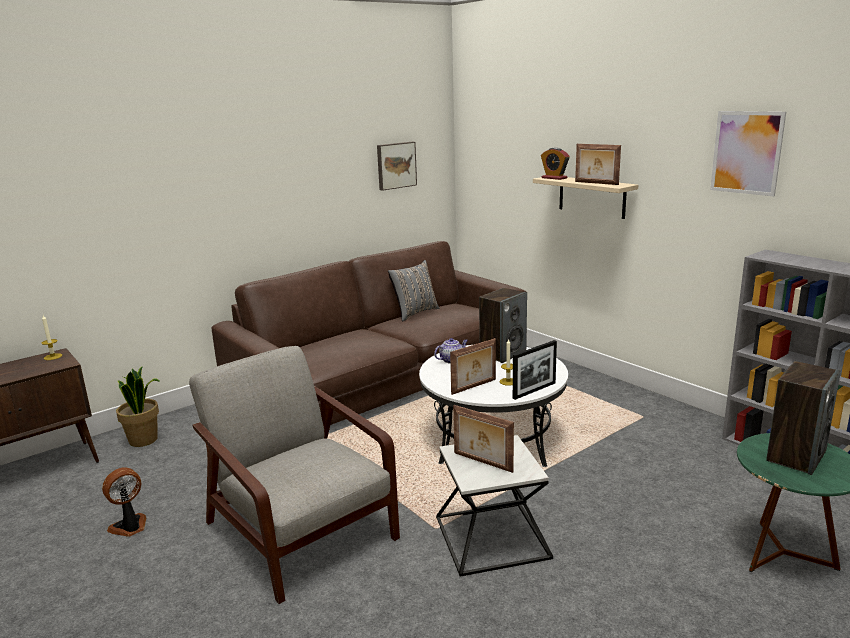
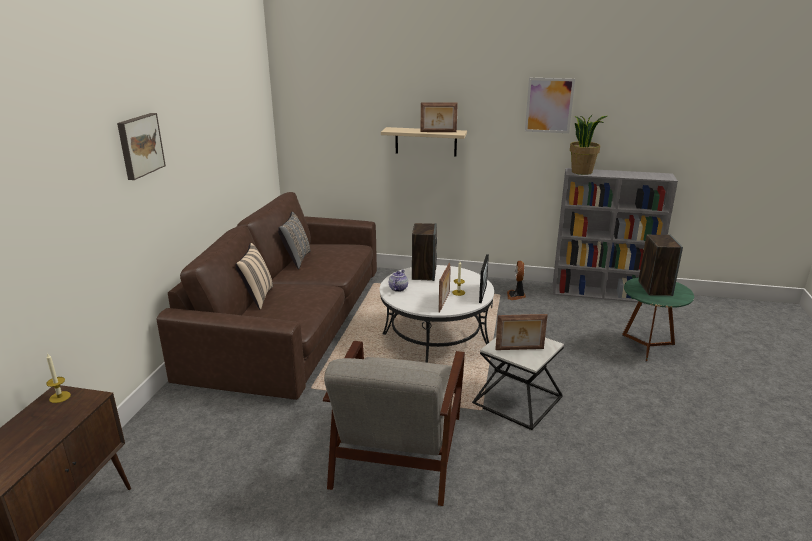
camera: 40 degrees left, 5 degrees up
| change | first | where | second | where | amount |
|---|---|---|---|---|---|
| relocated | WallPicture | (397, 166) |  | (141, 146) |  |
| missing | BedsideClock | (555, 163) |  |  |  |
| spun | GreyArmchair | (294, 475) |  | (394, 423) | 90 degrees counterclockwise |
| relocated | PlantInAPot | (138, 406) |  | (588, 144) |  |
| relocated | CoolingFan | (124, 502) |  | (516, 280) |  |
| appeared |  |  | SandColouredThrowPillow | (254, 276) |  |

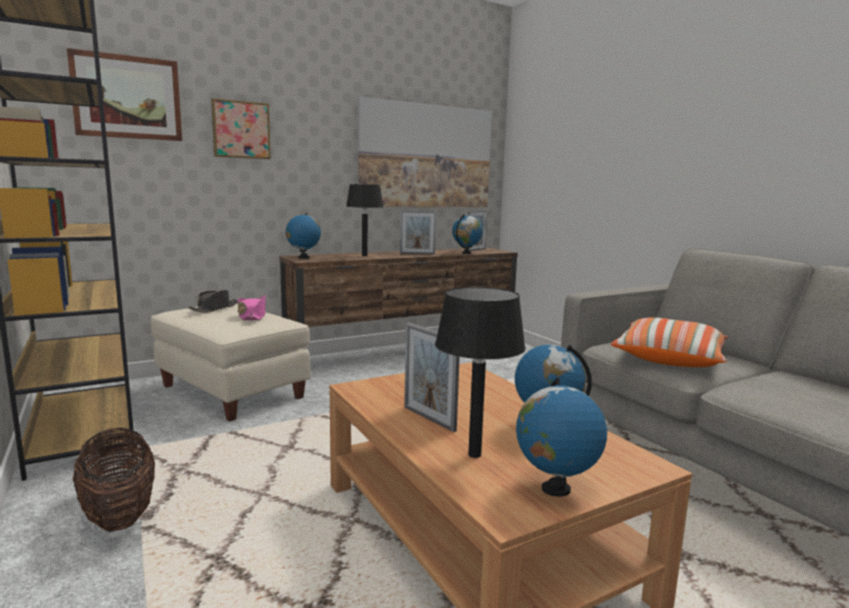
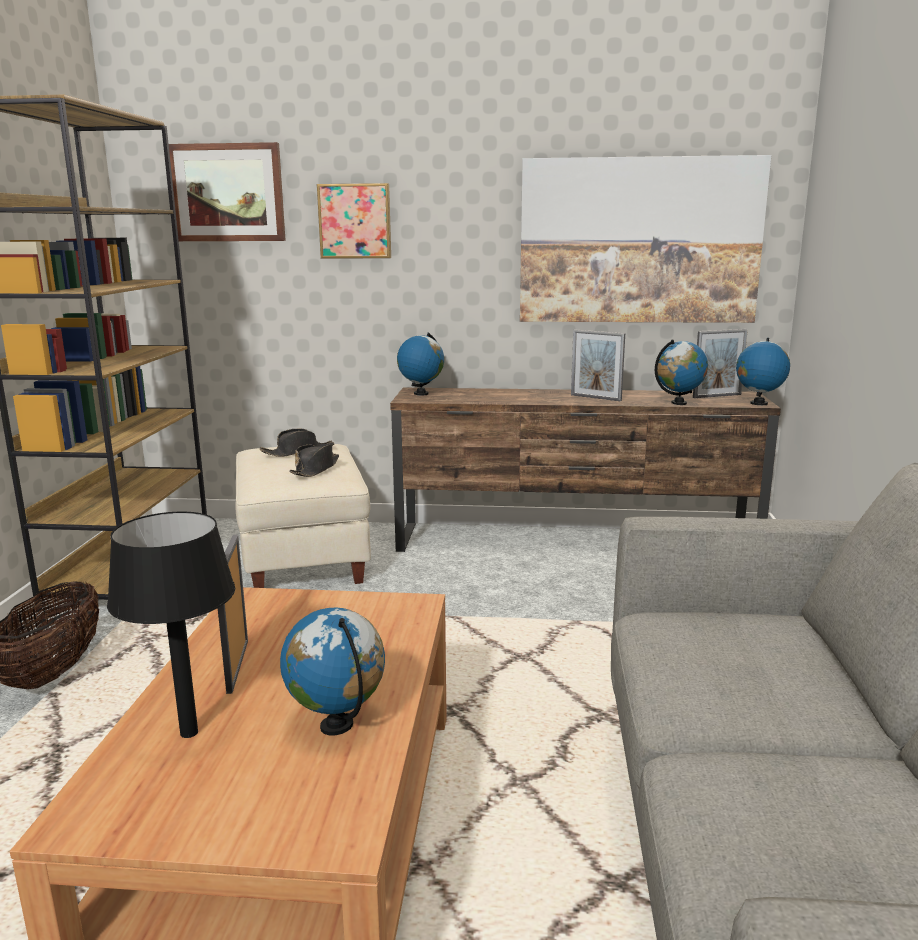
camera: 35 degrees right, 5 degrees up
| change | first | where | second | where | amount |
|---|---|---|---|---|---|
| missing | BlackTabletopLamp | (364, 220) |  |  |  |
| colour | PinkColouredHat | (252, 307) | BlackHat | (314, 460) |  |
| missing | ThrowPillow | (669, 342) |  |  |  |
| relocated | DeskGlobe | (561, 437) |  | (763, 371) |  |

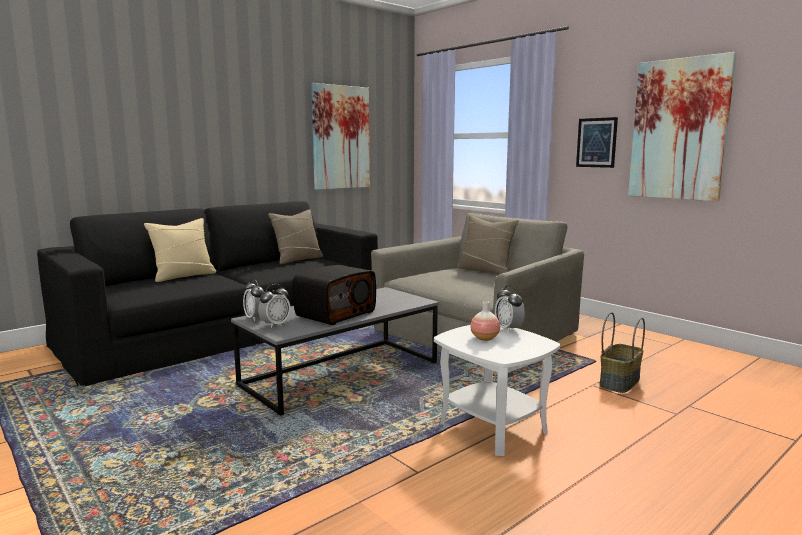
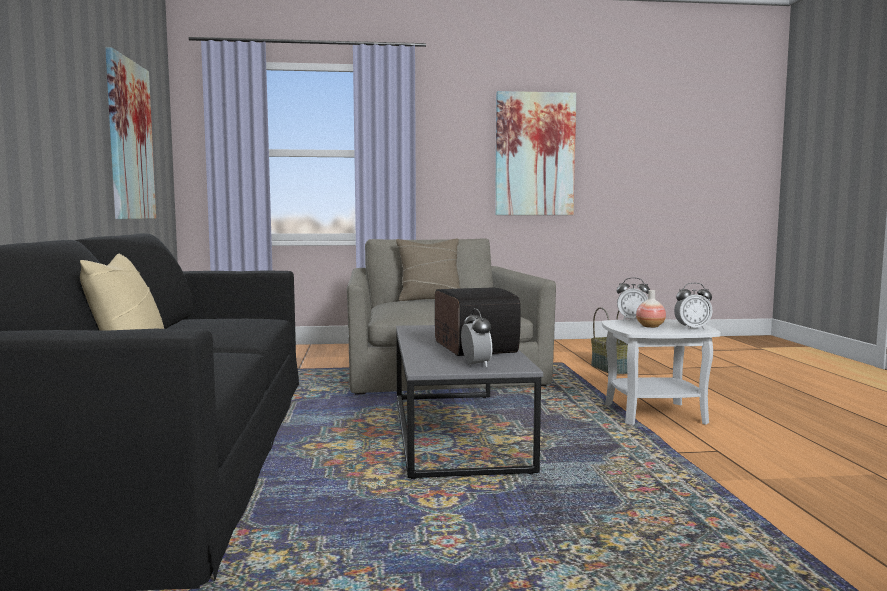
camera: 55 degrees left, 5 degrees down
| change | first | where | second | where | amount |
|---|---|---|---|---|---|
| missing | WallPicture | (597, 142) |  |  |  |
| missing | SandColouredThrowPillow | (295, 236) |  |  |  |
| relocated | BedsideClock | (253, 300) |  | (693, 306) |  |

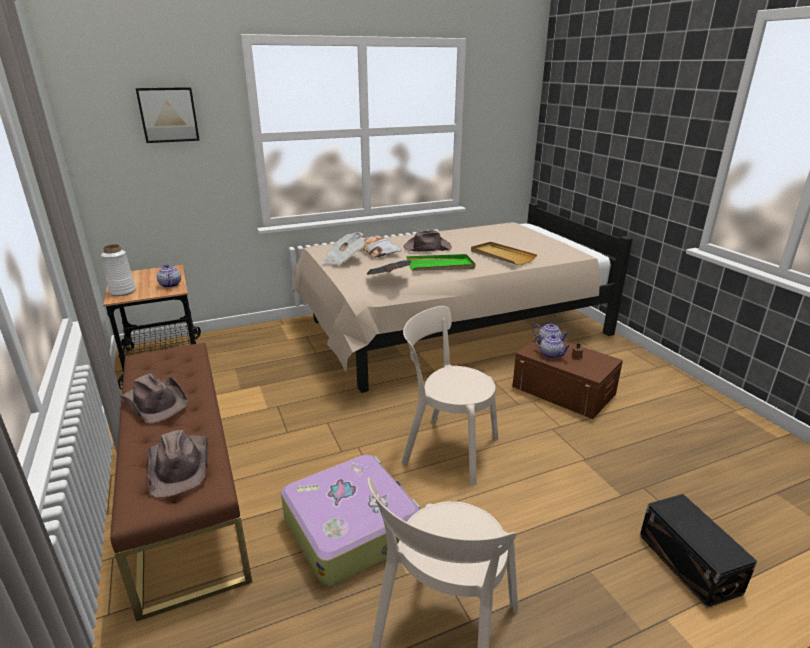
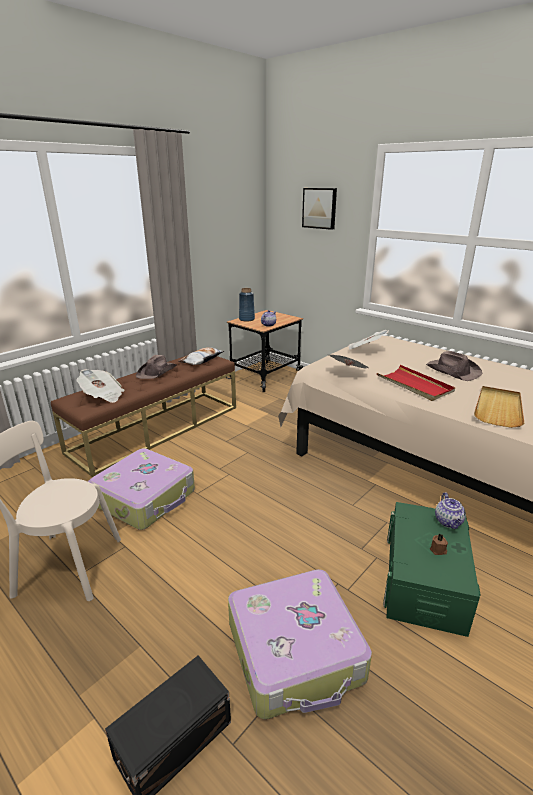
camera: 65 degrees right, 0 degrees up
| change | first | where | second | where | amount |
|---|---|---|---|---|---|
| relocated | ThrowPillow | (381, 247) |  | (201, 356) |  |
| colour | WhiteDecorativeVase | (118, 270) | BlueDecorativeVase | (247, 305) |  |
| colour | GreenServingTray | (440, 262) | RedColouredServingTray | (416, 383) |  |
| missing | SandColouredChair | (450, 395) |  |  |  |
| missing | TeaPot | (553, 346) |  |  |  |
| colour | BrownStorageContainer | (567, 378) | GreenStorageContainer | (432, 569) |  |
| exchanged | BrownHat | (178, 464) | DailyPaper | (100, 386) |  |
| appeared |  |  | Suitcase | (300, 644) |  |

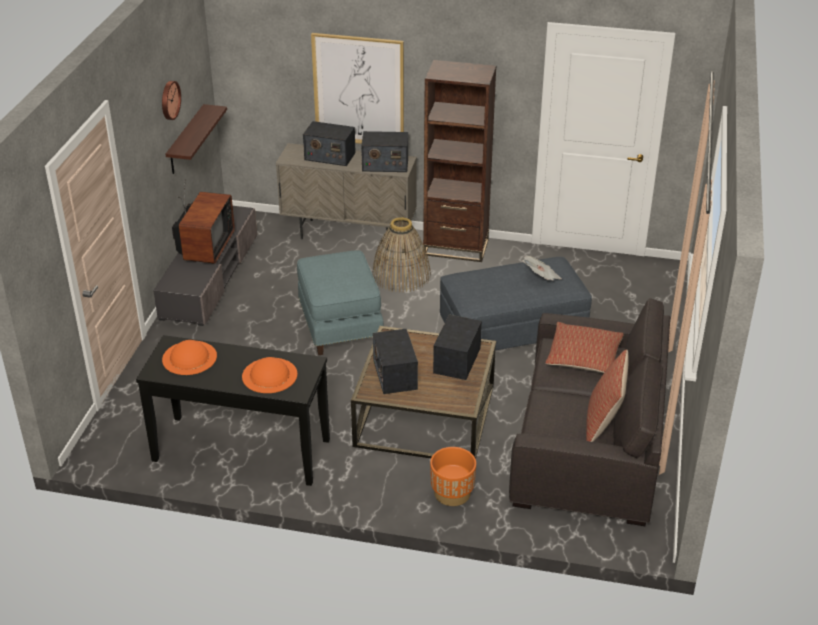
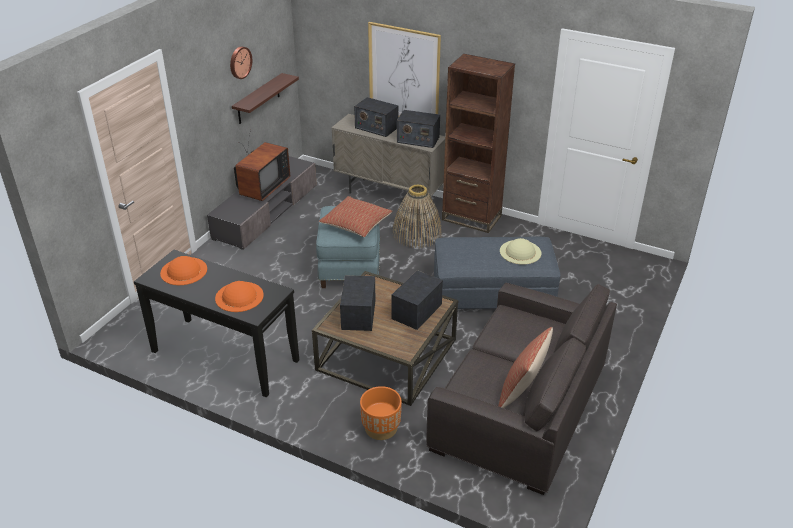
camera: 15 degrees right, 0 degrees up
| change | first | where | second | where | amount |
|---|---|---|---|---|---|
| exchanged | DailyPaper | (542, 268) | SandColouredHat | (520, 251) |  |
| relocated | ThrowPillow | (585, 347) |  | (356, 216) |  |

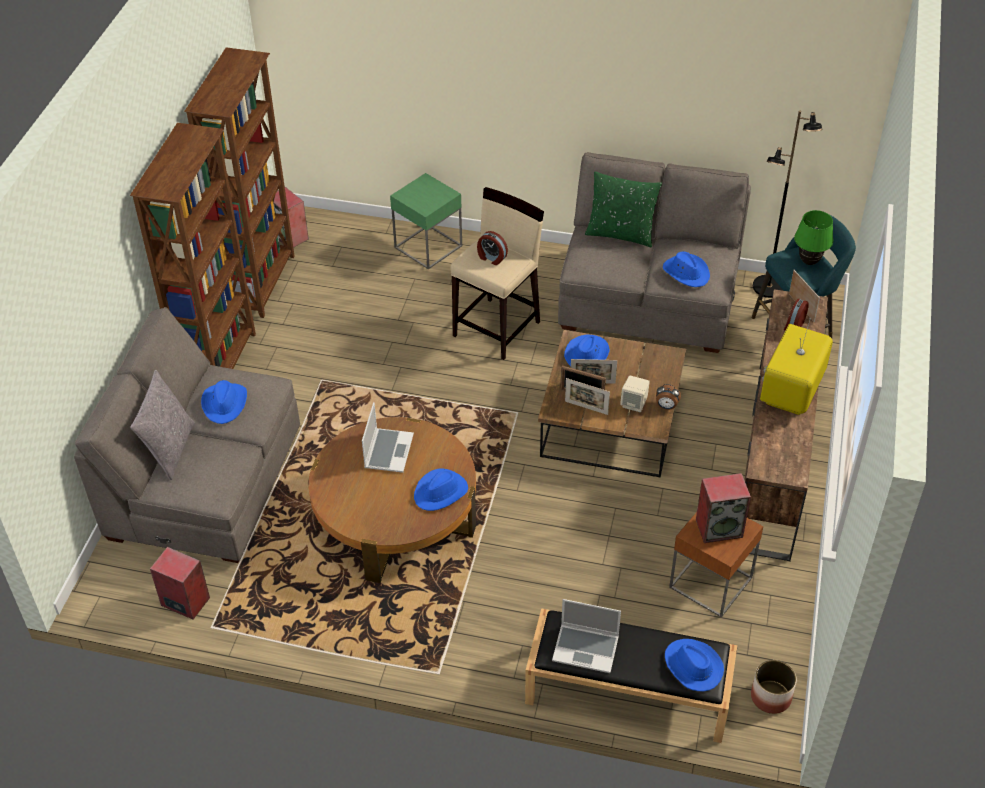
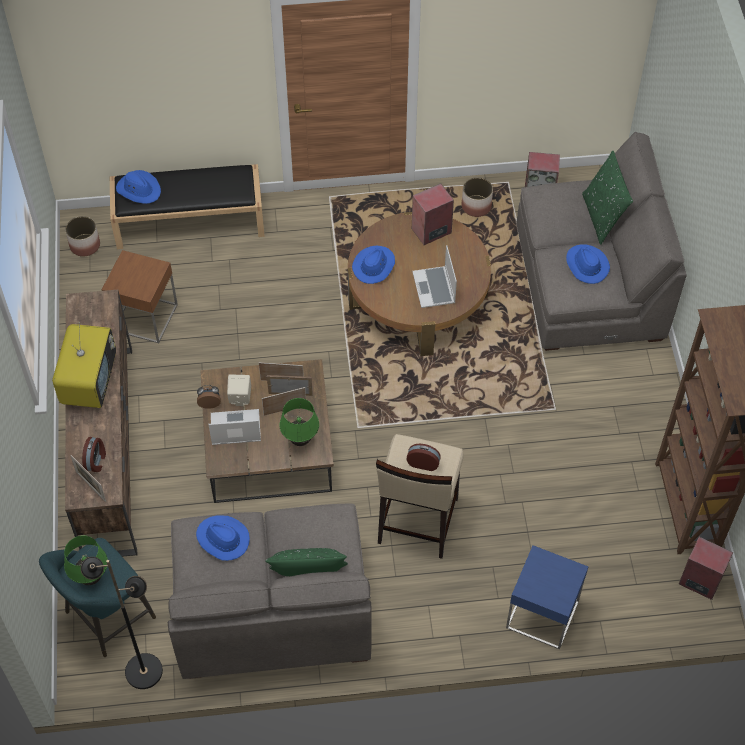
camera: 160 degrees right, 10 degrees up
| change | first | where | second | where | amount |
|---|---|---|---|---|---|
| missing | BrownBookcase | (193, 246) |  |  |  |
| colour | GreenSideTable | (426, 221) | BlueSideTable | (547, 597) |  |
| exchanged | BlueHat | (587, 350) | GreenTabletopLamp | (299, 422) |  |
| colour | GreyThrowPillow | (162, 425) | GreenThrowPillow | (607, 198) |  |
| relocated | AudioSpeaker | (723, 508) |  | (433, 214) |  |
| relocated | PortableComputer | (586, 636) |  | (235, 427) |  |
| appeared |  |  | Planter | (477, 197) |  |

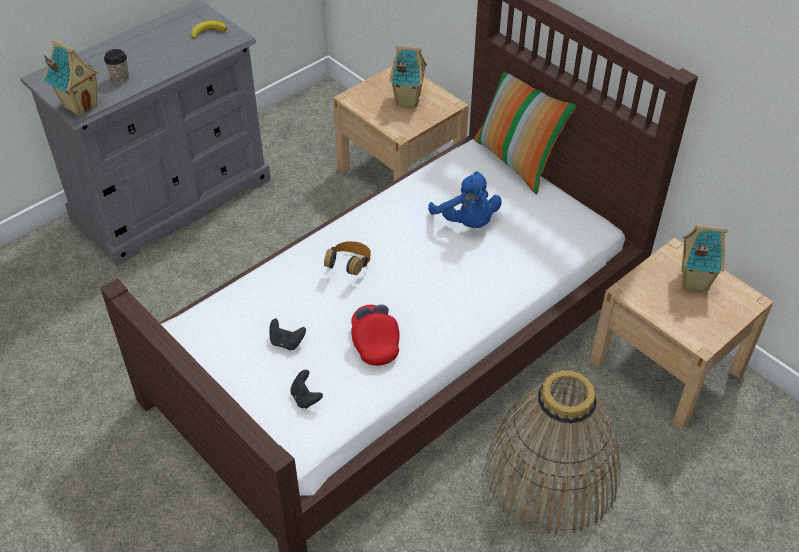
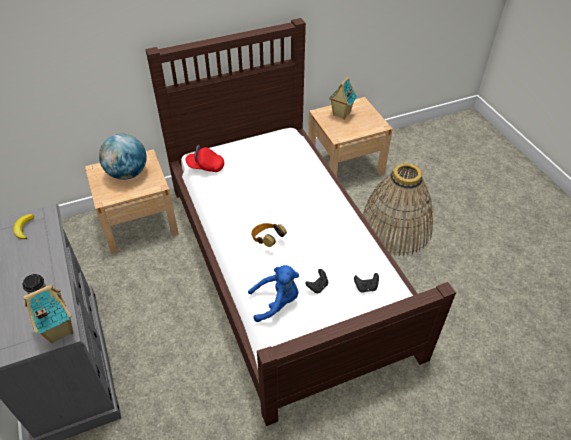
camera: 70 degrees left, 0 degrees up
| change | first | where | second | where | amount |
|---|---|---|---|---|---|
| exchanged | ModelHouse | (408, 76) | DeskGlobe | (123, 157) |  |
| missing | ThrowPillow | (525, 133) |  |  |  |
| relocated | BlueCuddlyToy | (465, 199) |  | (273, 293) |  |
| relocated | RedColouredBaseballCap | (375, 335) |  | (205, 158) |  |

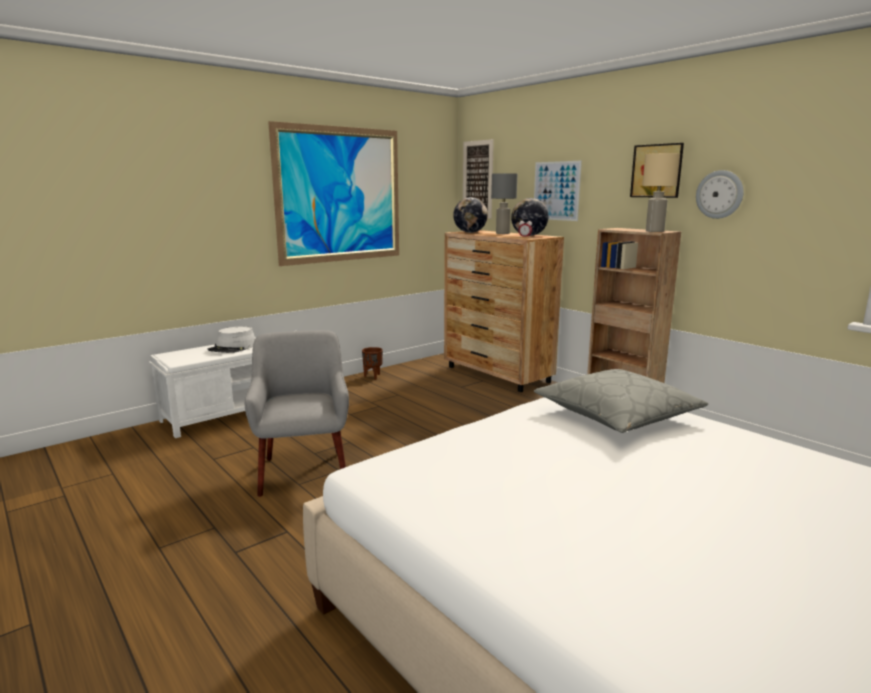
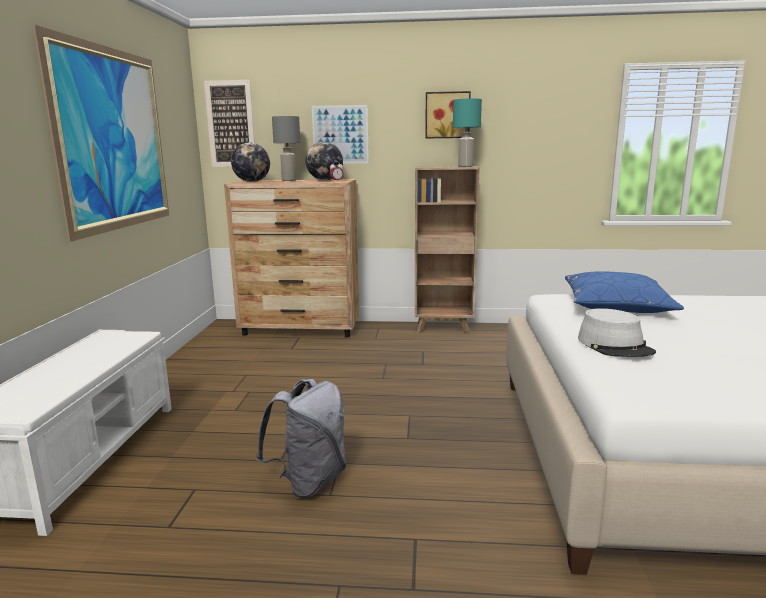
camera: 45 degrees left, 0 degrees up
| change | first | where | second | where | amount |
|---|---|---|---|---|---|
| colour | SandColouredTabletopLamp | (661, 192) | BlueGreenTabletopLamp | (467, 132) |  |
| missing | HangingClock | (720, 194) |  |  |  |
| relocated | GreyHat | (231, 339) |  | (617, 332) |  |
| exchanged | GreyArmchair | (297, 413) | GreyRucksack | (301, 438) |  |
| missing | BrownPlanter | (372, 363) |  |  |  |
| colour | GreyThrowPillow | (621, 401) | BlueThrowPillow | (624, 292) |  |

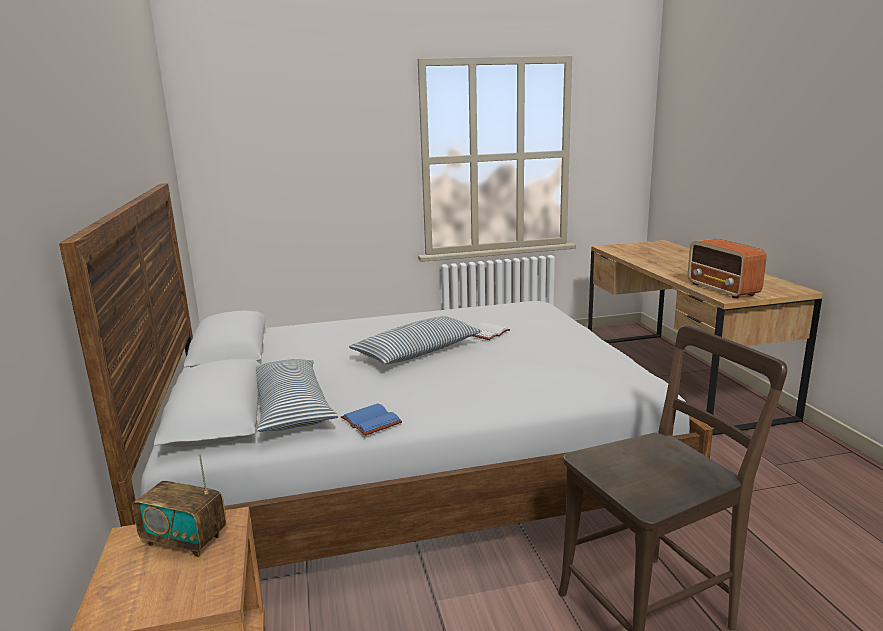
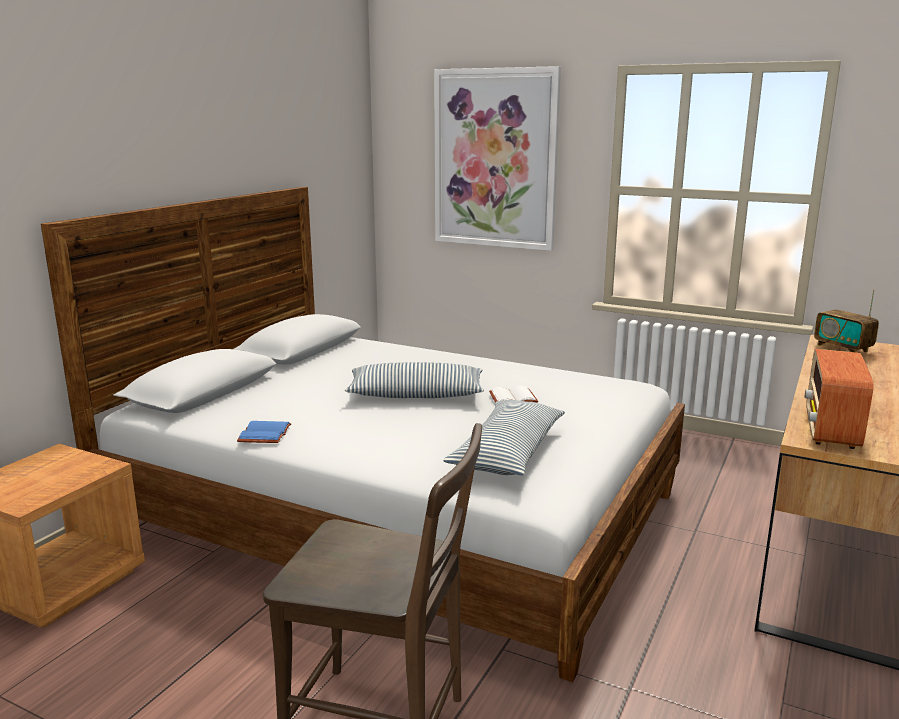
camera: 40 degrees right, 0 degrees up
| change | first | where | second | where | amount |
|---|---|---|---|---|---|
| relocated | ThrowPillow | (297, 395) |  | (504, 438) |  |
| relocated | Radio | (179, 505) |  | (846, 321) |  |
| appeared |  |  | WallPicture | (497, 158) |  |

